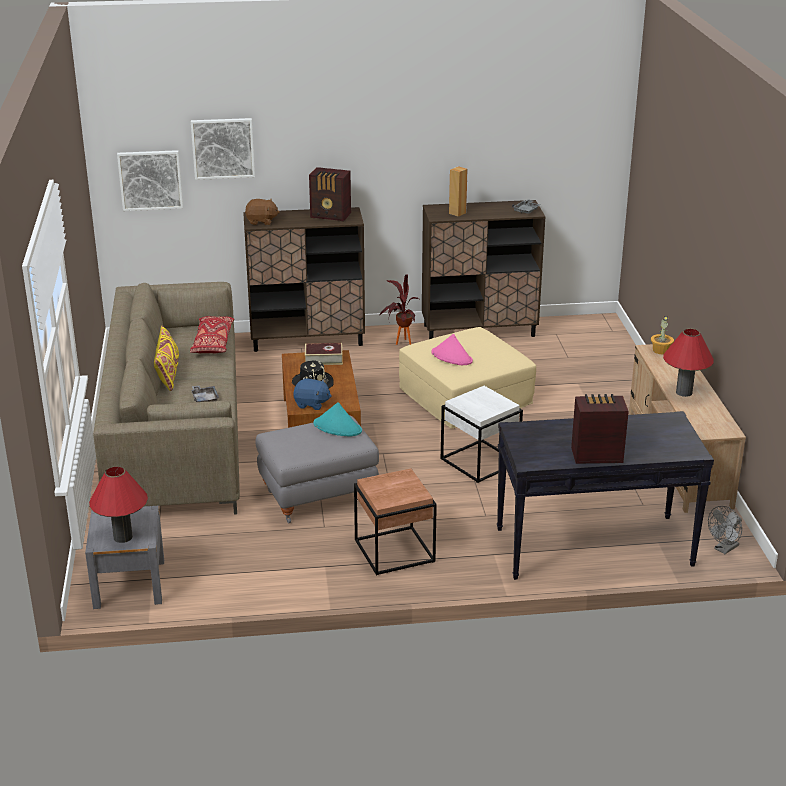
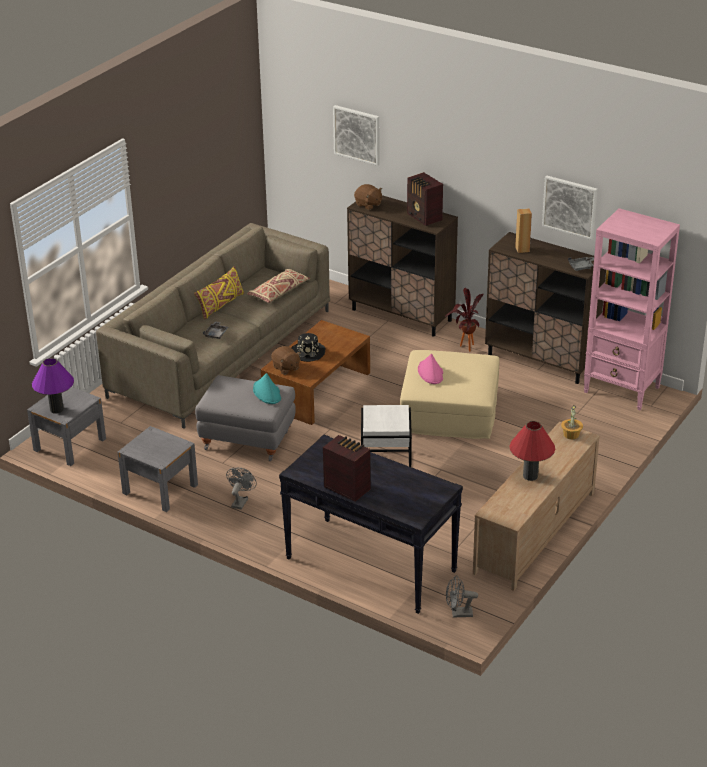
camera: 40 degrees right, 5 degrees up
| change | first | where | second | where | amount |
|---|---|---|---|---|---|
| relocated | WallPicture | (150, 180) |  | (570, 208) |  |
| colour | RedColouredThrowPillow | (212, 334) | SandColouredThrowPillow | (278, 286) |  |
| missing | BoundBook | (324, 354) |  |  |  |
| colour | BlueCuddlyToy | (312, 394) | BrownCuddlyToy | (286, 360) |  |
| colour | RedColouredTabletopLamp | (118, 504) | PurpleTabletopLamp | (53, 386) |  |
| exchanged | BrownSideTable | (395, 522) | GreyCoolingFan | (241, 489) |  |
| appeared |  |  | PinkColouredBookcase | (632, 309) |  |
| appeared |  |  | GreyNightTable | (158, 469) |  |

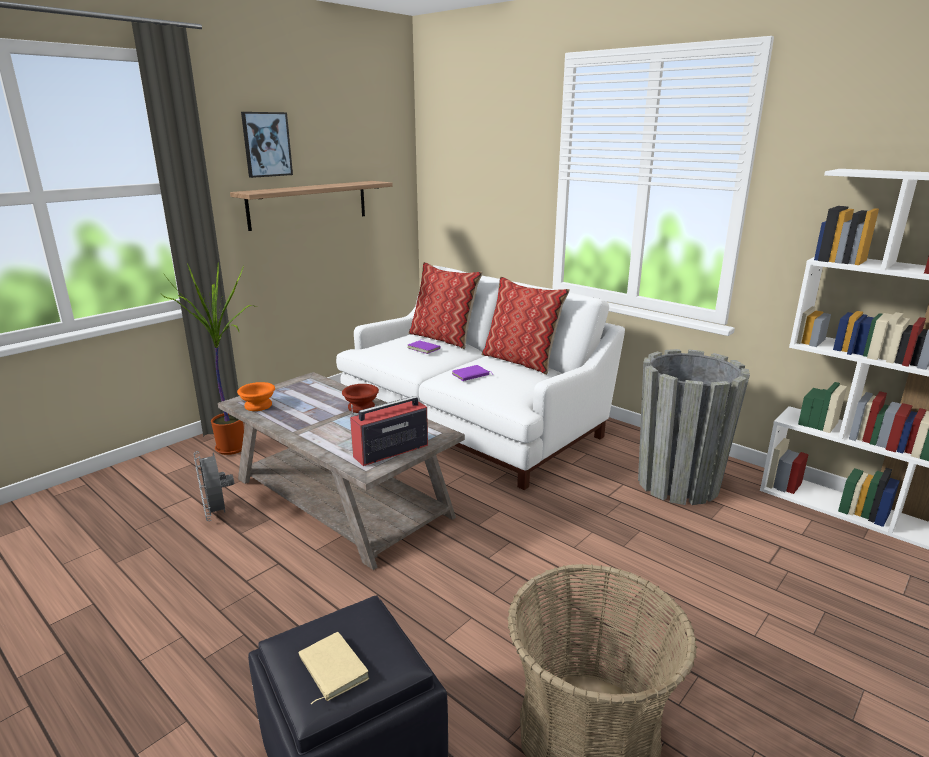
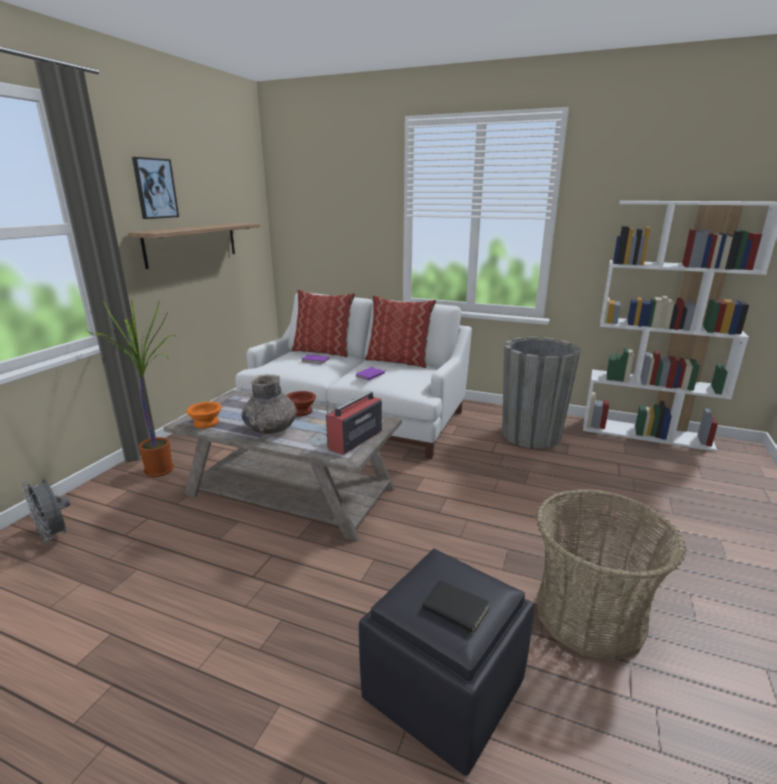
camera: 20 degrees left, 0 degrees up
| change | first | where | second | where | amount |
|---|---|---|---|---|---|
| relocated | GreyCoolingFan | (214, 486) |  | (46, 512) |  |
| colour | SandColouredBoundBook | (334, 668) | BlackBoundBook | (456, 609) |  |
| appeared |  |  | GreyDecorativeVase | (269, 404) |  |

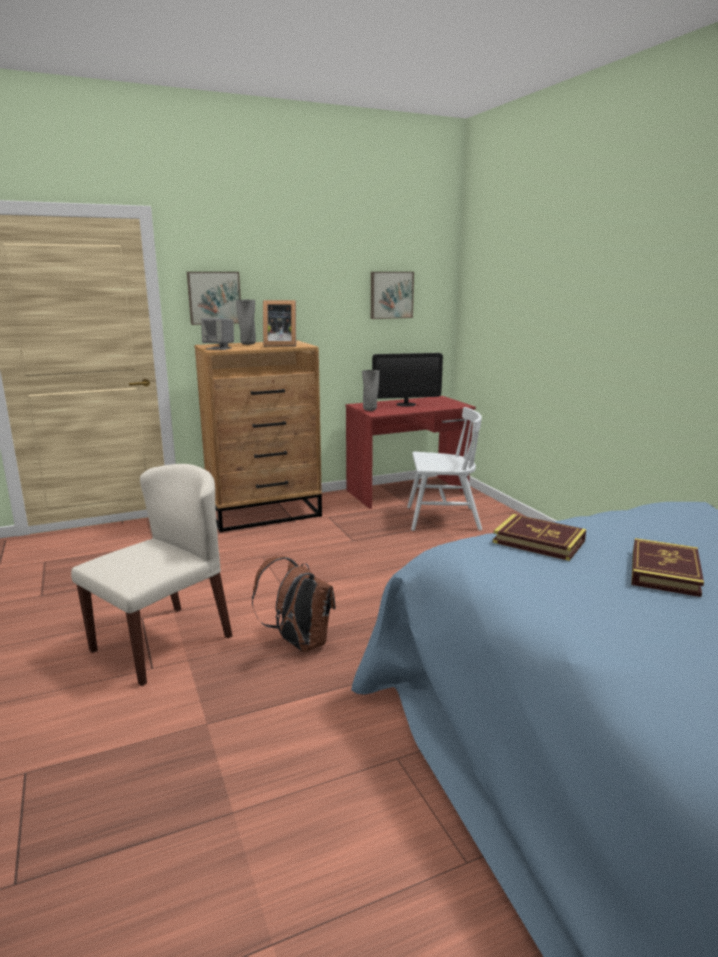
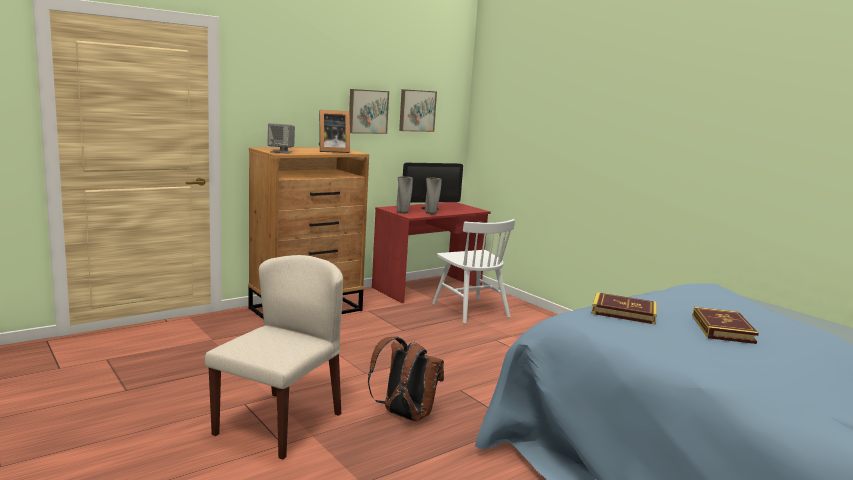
camera: 15 degrees left, 5 degrees down
| change | first | where | second | where | amount |
|---|---|---|---|---|---|
| relocated | WallPicture | (214, 298) |  | (369, 111) |  |
| relocated | GreyDecorativeVase | (246, 322) |  | (433, 196) |  |
| spun | WhiteChair | (444, 469) |  | (473, 271) | 75 degrees clockwise |

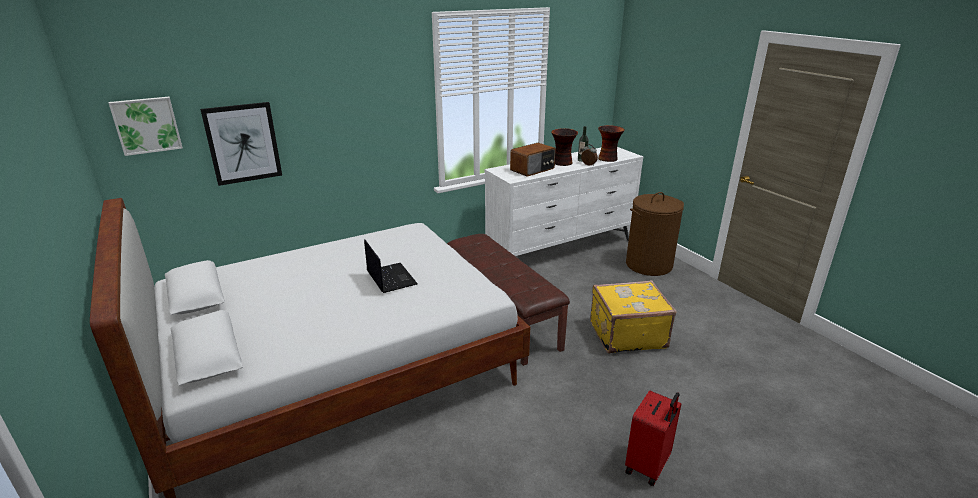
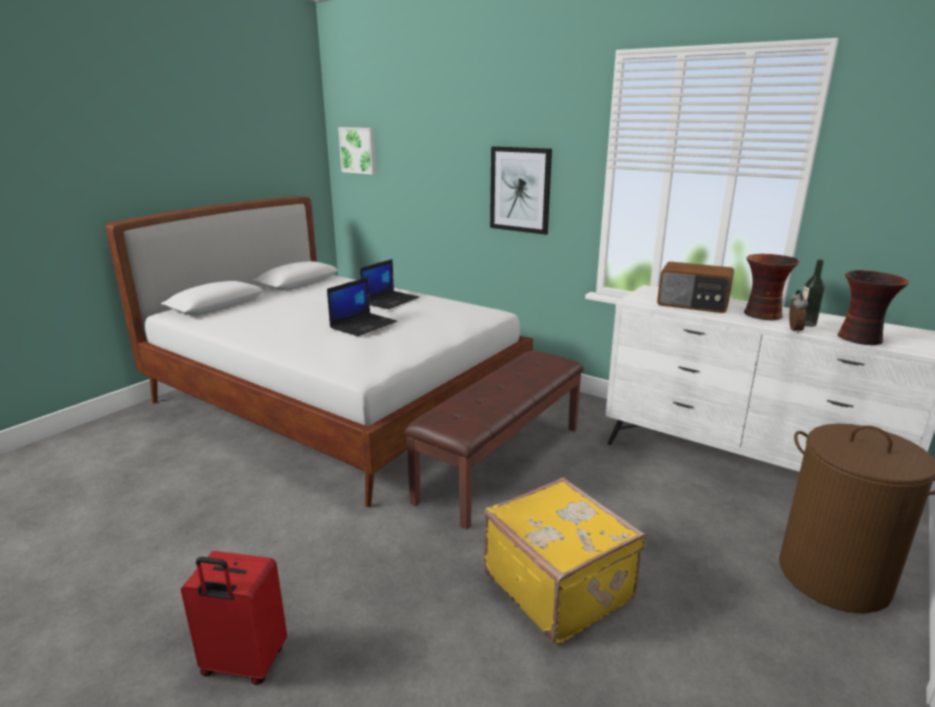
camera: 65 degrees right, 5 degrees down
| change | first | where | second | where | amount |
|---|---|---|---|---|---|
| relocated | WallPicture | (241, 144) |  | (521, 190) |  |
| appeared |  |  | PortableComputer | (390, 284) |  |

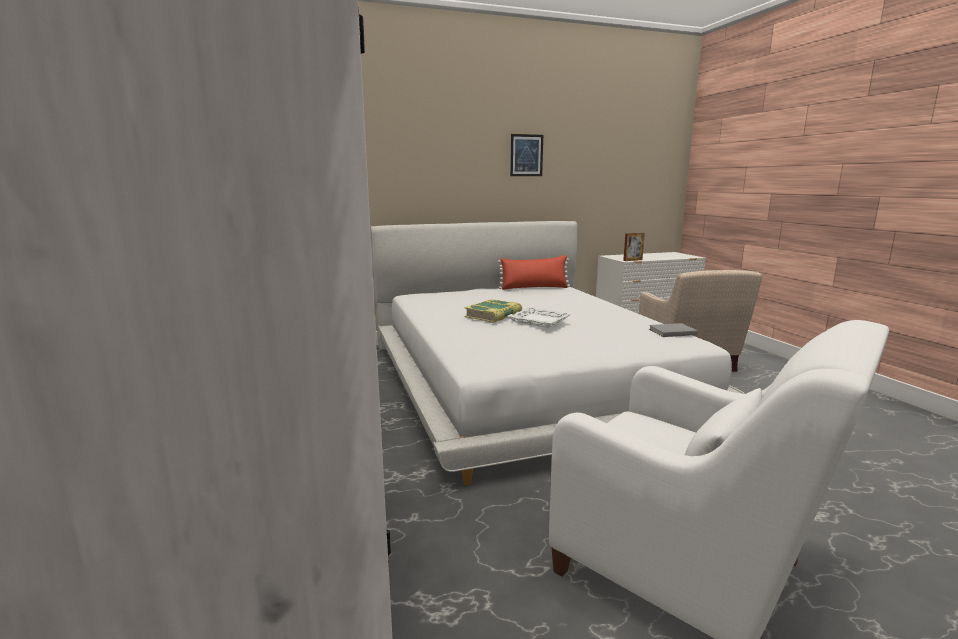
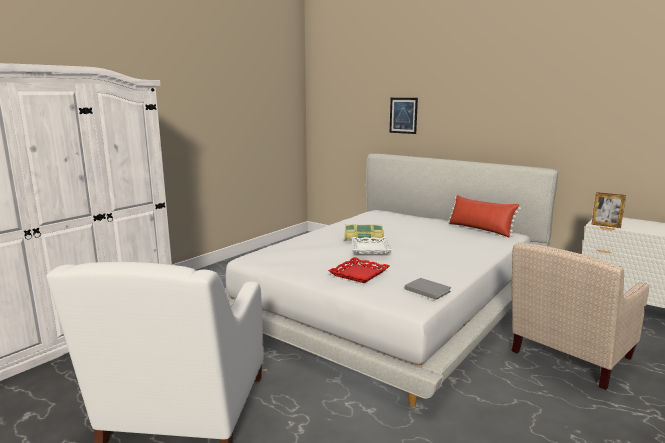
camera: 55 degrees right, 0 degrees up
| change | first | where | second | where | amount |
|---|---|---|---|---|---|
| relocated | WallPicture | (526, 155) |  | (404, 116) |  |
| appeared |  |  | RedColouredServingTray | (359, 270) |  |

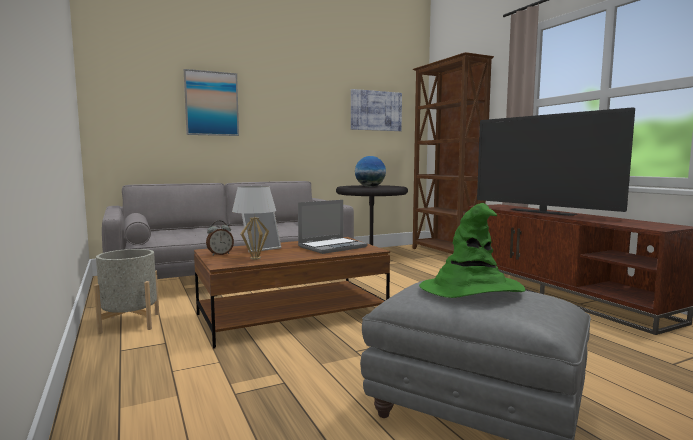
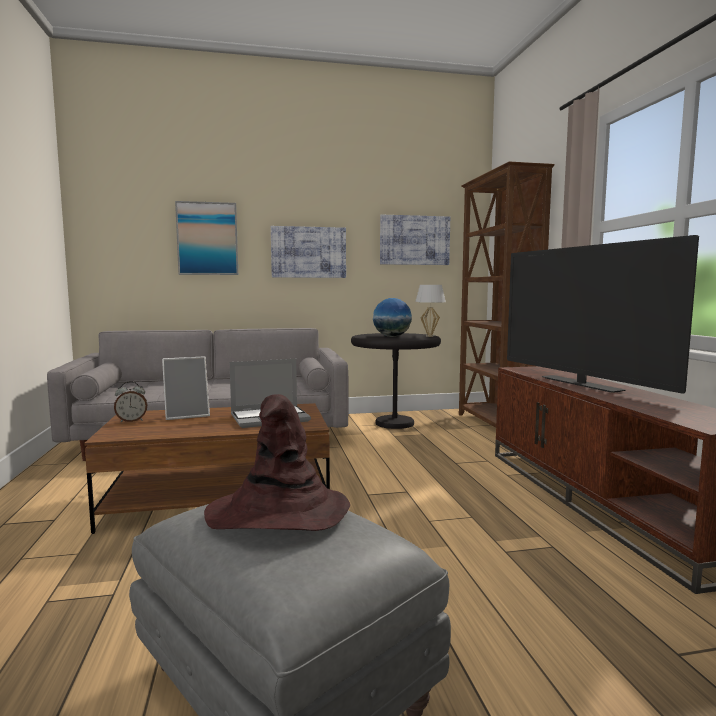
camera: 15 degrees right, 0 degrees up
| change | first | where | second | where | amount |
|---|---|---|---|---|---|
| relocated | WhiteTabletopLamp | (254, 223) |  | (430, 311) |  |
| colour | GreenHat | (472, 250) | BrownHat | (277, 462) |  |
| missing | GreyPlanter | (126, 291) |  |  |  |
| appeared |  |  | WallPicture | (308, 252) |  |

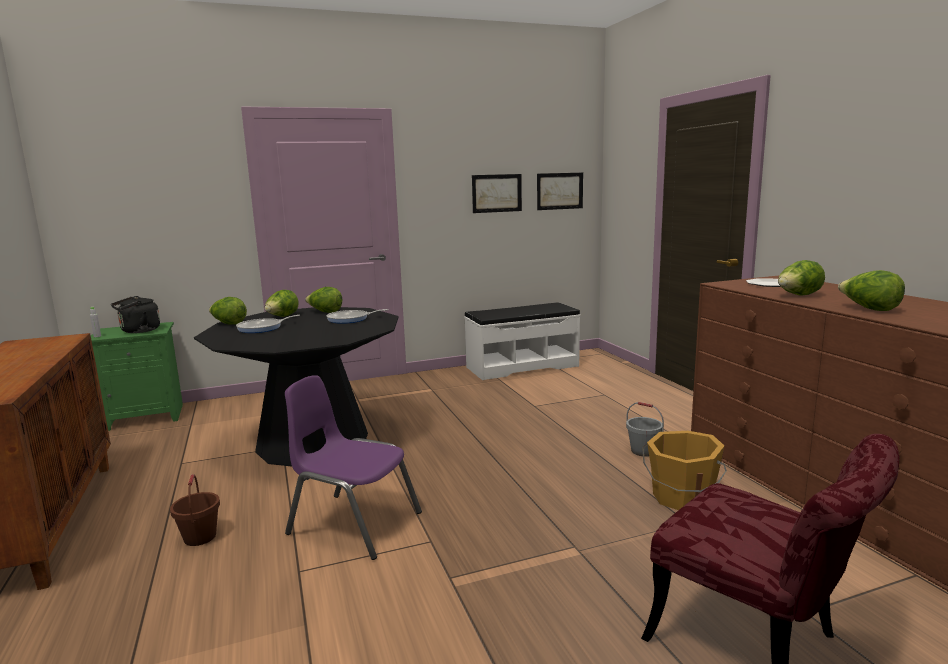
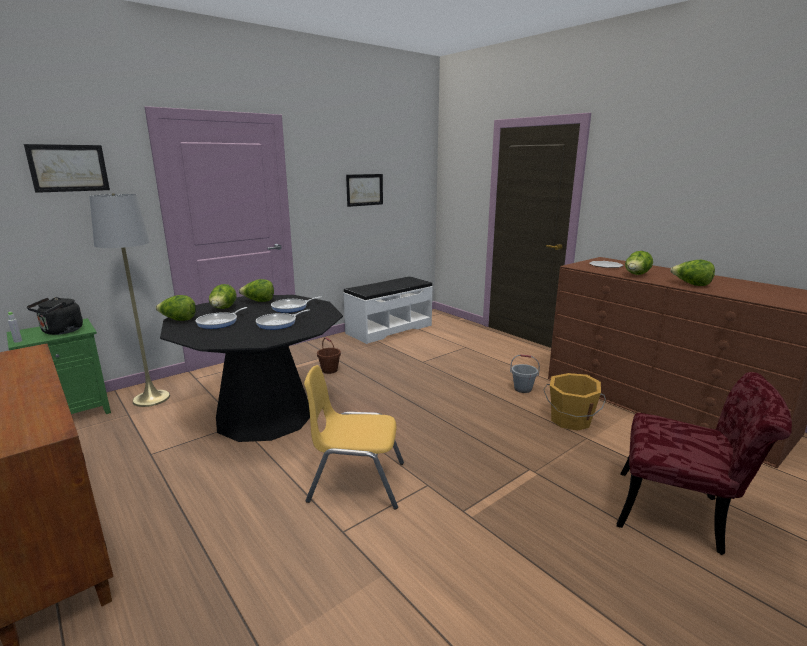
camera: 20 degrees left, 5 degrees up
| change | first | where | second | where | amount |
|---|---|---|---|---|---|
| relocated | WallPicture | (560, 191) |  | (67, 168) |  |
| colour | PurpleChair | (353, 467) | YellowishChair | (354, 437) |  |
| relocated | BrownBucket | (195, 510) |  | (329, 355) |  |
| appeared |  |  | GreyStandingLamp | (130, 300) |  |
| appeared |  |  | Skillet | (283, 319) |  |

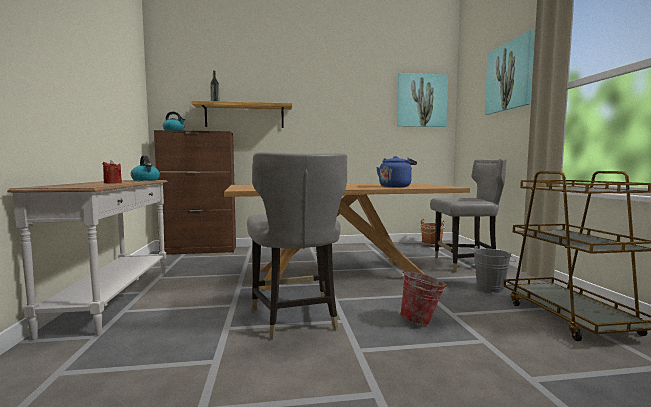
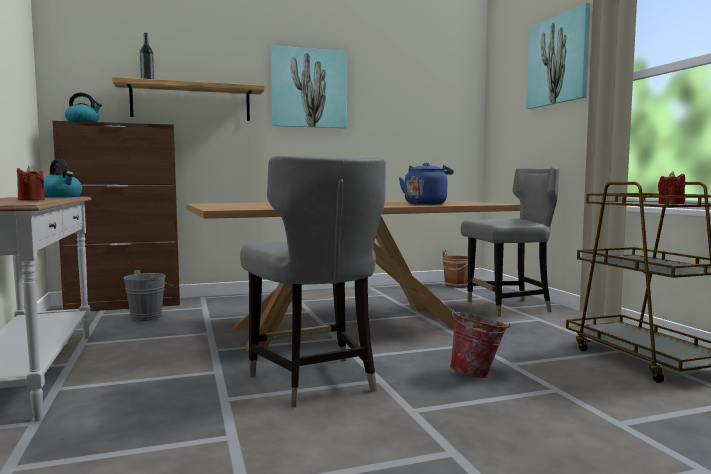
camera: 10 degrees left, 0 degrees up
| change | first | where | second | where | amount |
|---|---|---|---|---|---|
| relocated | WallPicture | (422, 100) |  | (309, 86) |  |
| relocated | GreyBucket | (494, 269) |  | (147, 296) |  |
| appeared |  |  | RedColouredWaxLight | (671, 187) |  |

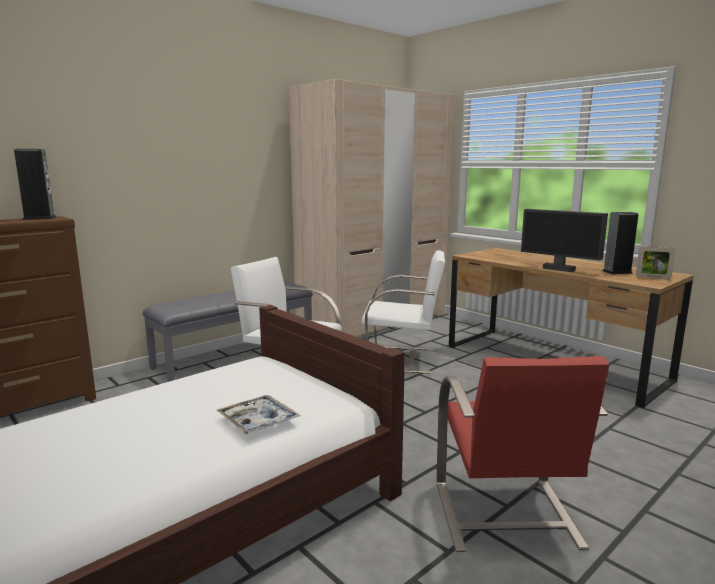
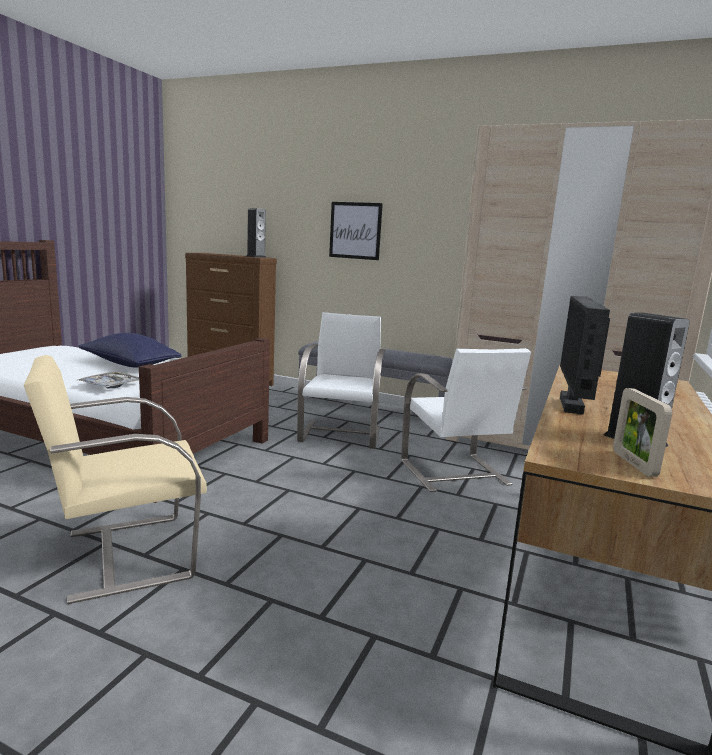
camera: 65 degrees right, 0 degrees up
| change | first | where | second | where | amount |
|---|---|---|---|---|---|
| colour | RedColouredChair | (523, 454) | SandColouredChair | (115, 479) |  |
| appeared |  |  | WallPicture | (356, 231) |  |
| appeared |  |  | BlueThrowPillow | (130, 350) |  |

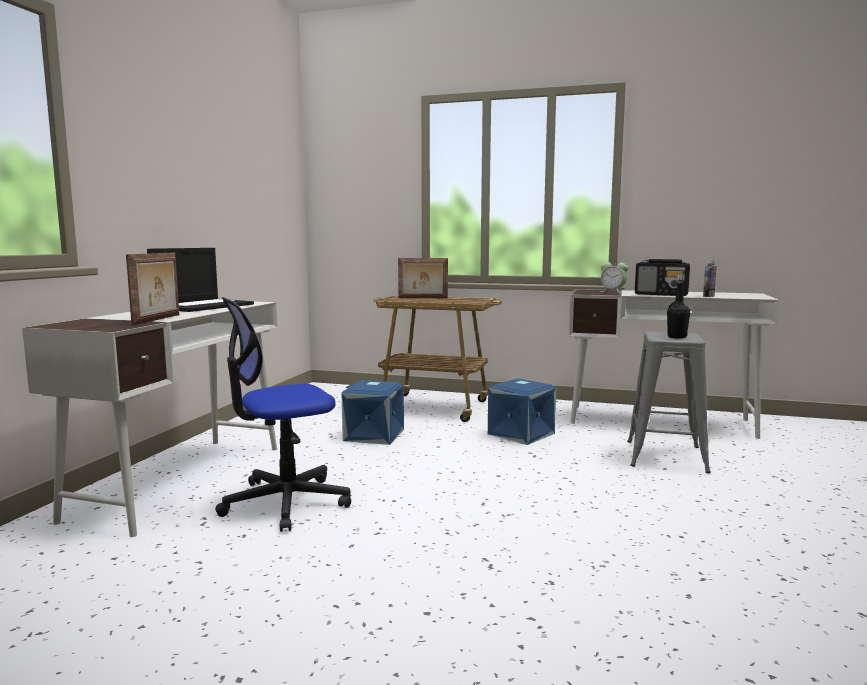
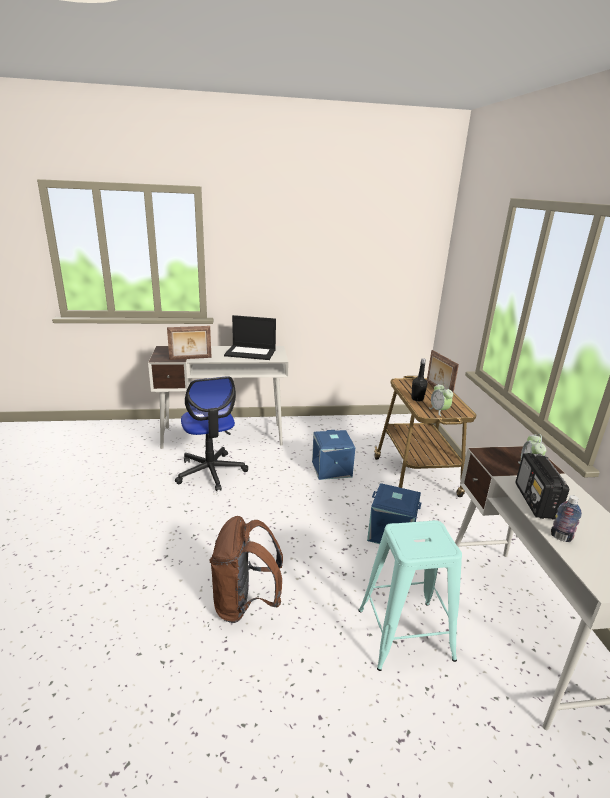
camera: 65 degrees right, 15 degrees up
| change | first | where | second | where | amount |
|---|---|---|---|---|---|
| relocated | BlackBottle | (678, 306) |  | (419, 379) |  |
| spun | ComputerChair | (283, 414) |  | (211, 433) | 150 degrees counterclockwise |
| colour | GreyStool | (669, 402) | BlueGreenStool | (410, 595) |  |
| appeared |  |  | BedsideClock | (441, 399) |  |
| appeared |  |  | BrownRucksack | (246, 569) |  |

